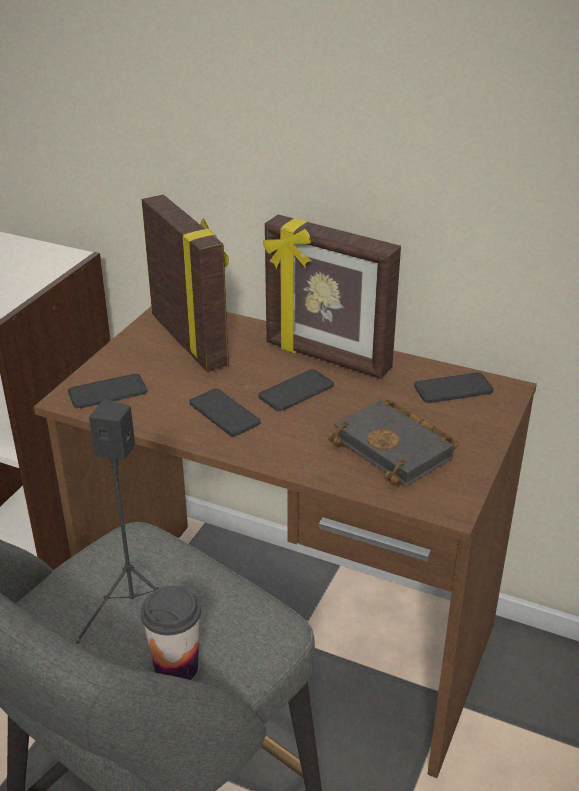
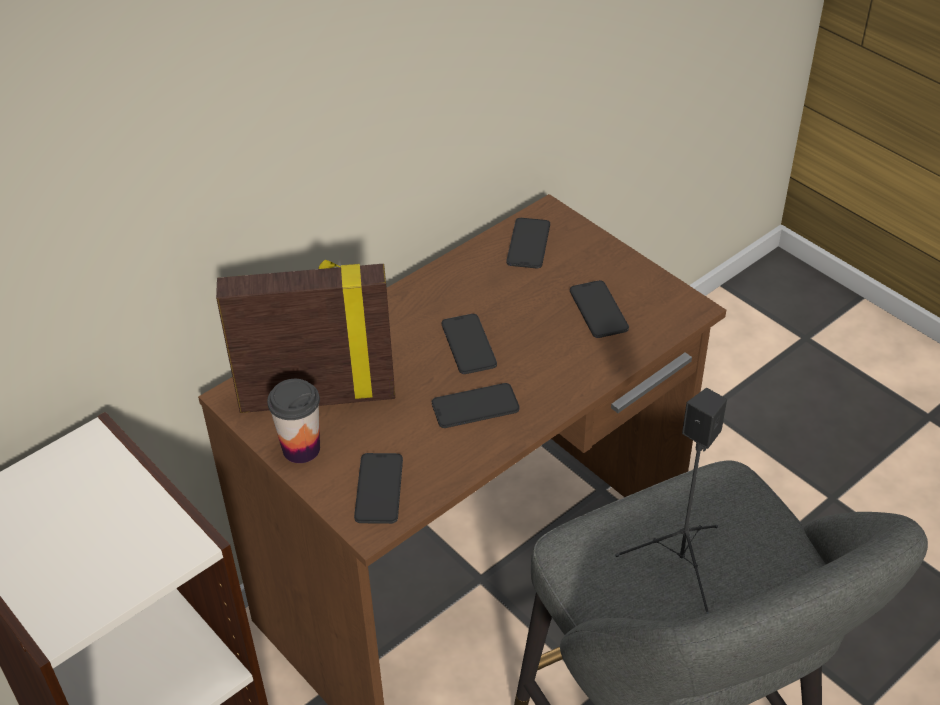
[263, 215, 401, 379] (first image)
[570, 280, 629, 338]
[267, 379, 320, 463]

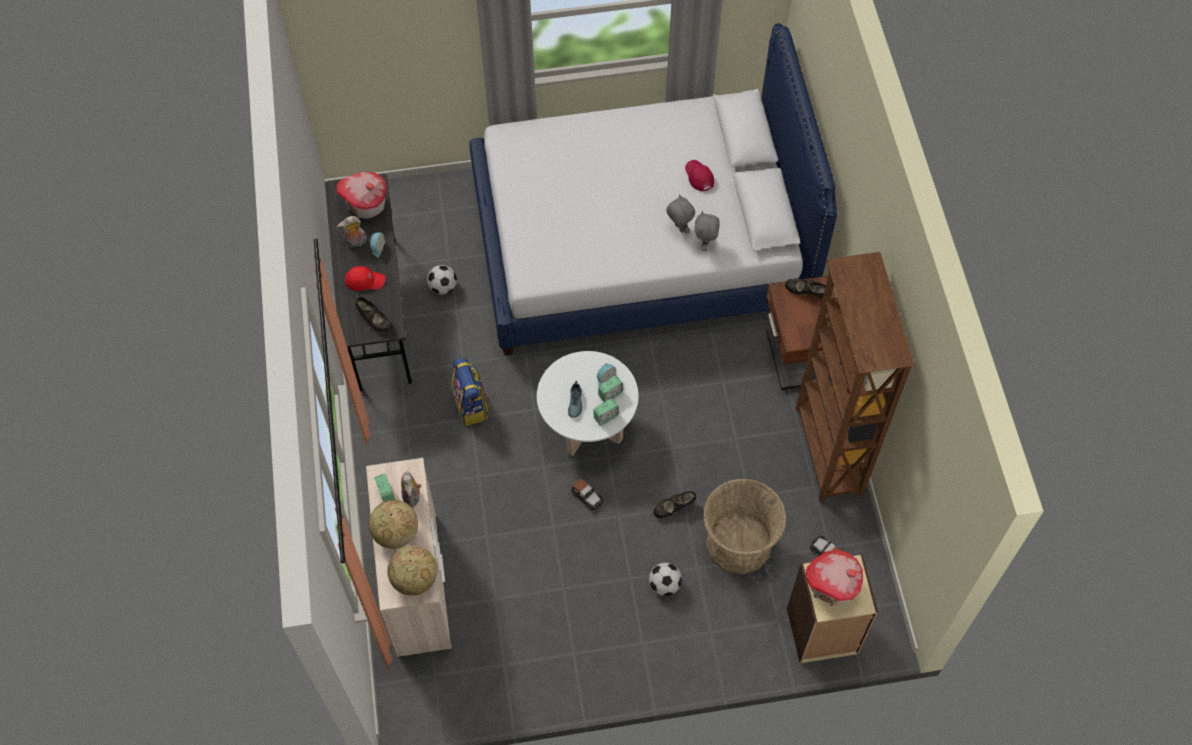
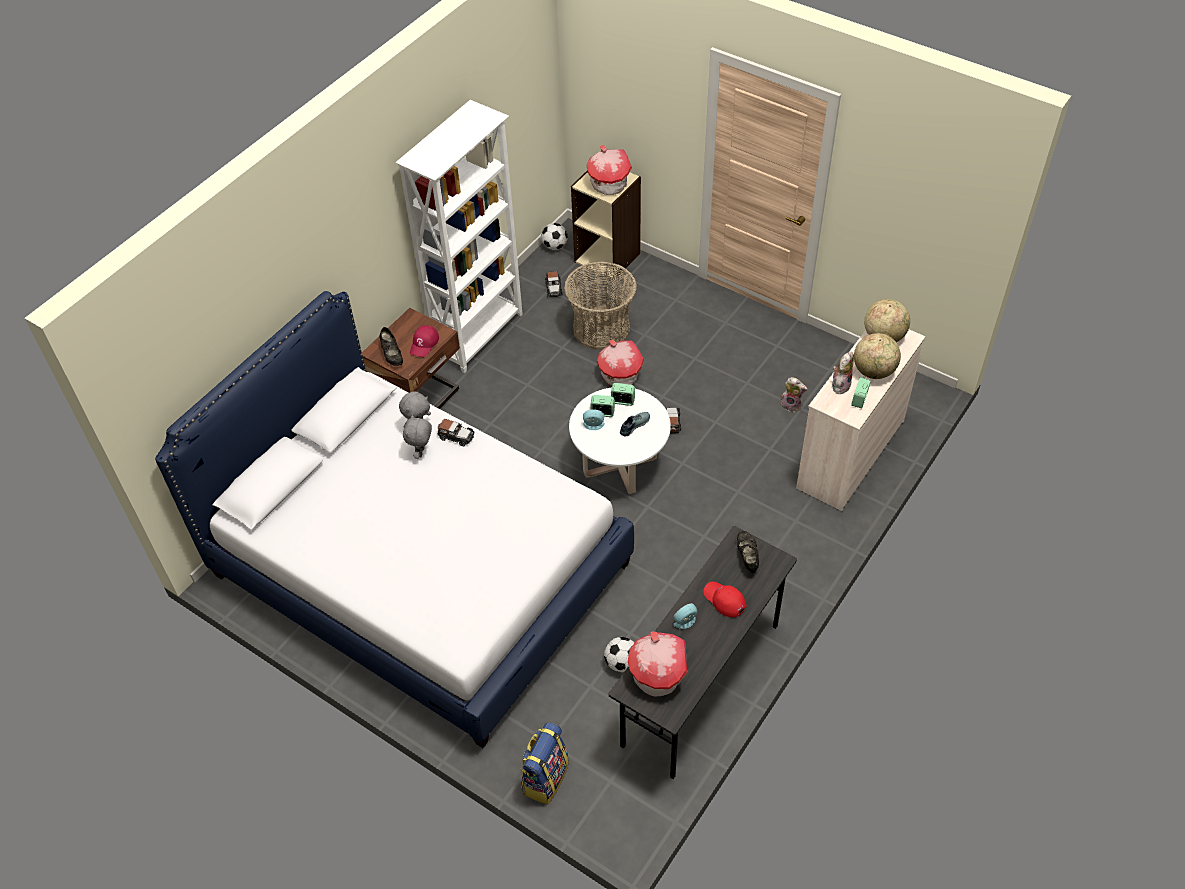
[410, 325, 439, 357]
[781, 377, 807, 412]
[395, 100, 523, 373]
[521, 722, 569, 805]
[597, 340, 644, 386]
[541, 223, 568, 250]
[438, 419, 474, 446]

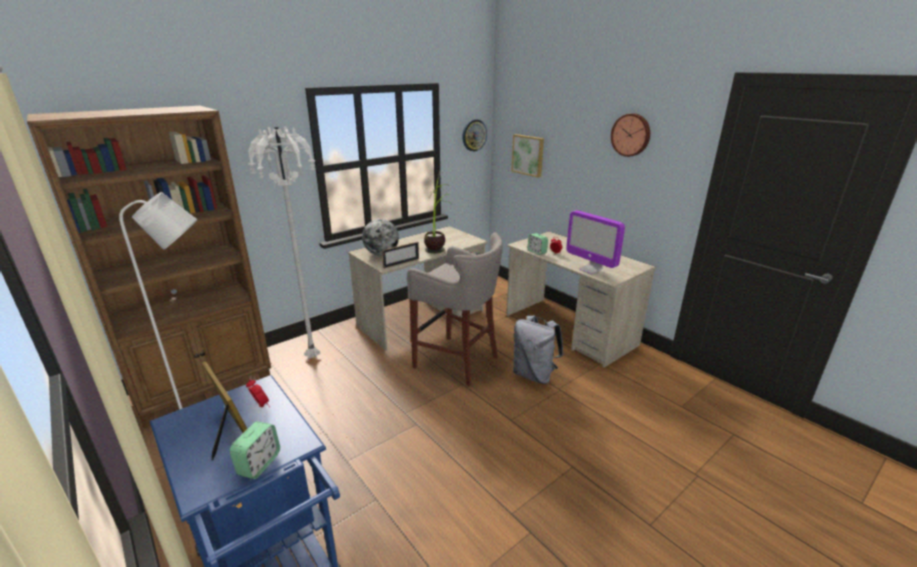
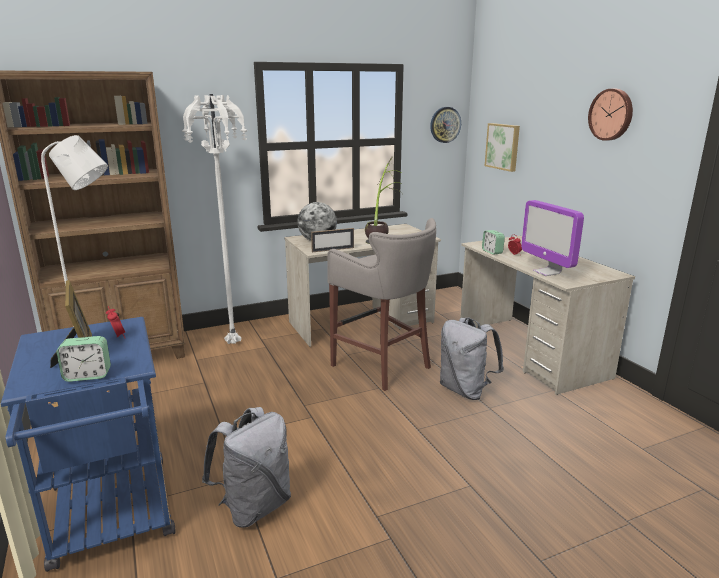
[57, 336, 111, 382]
[202, 407, 291, 528]

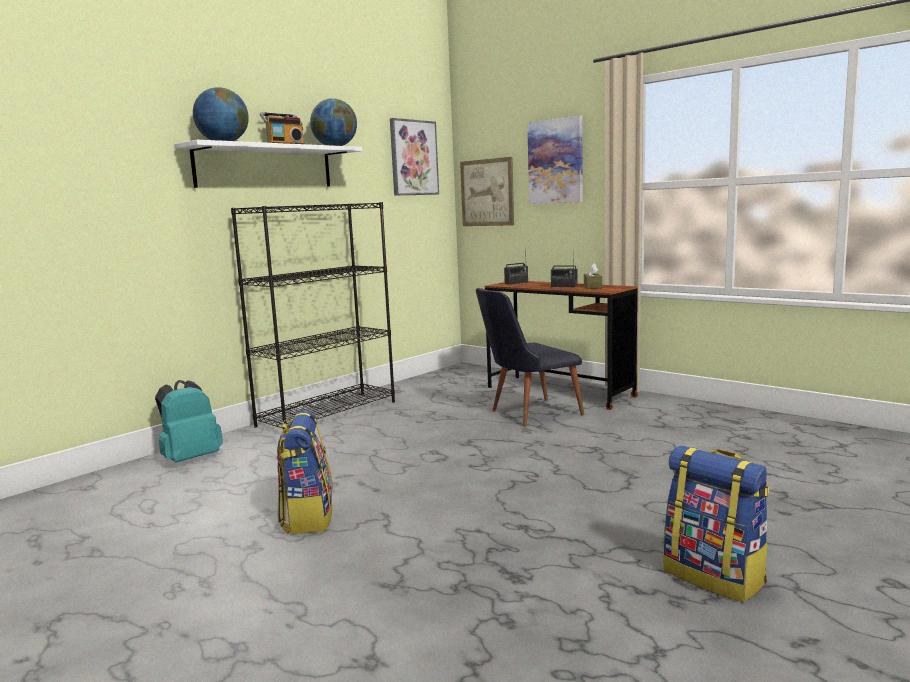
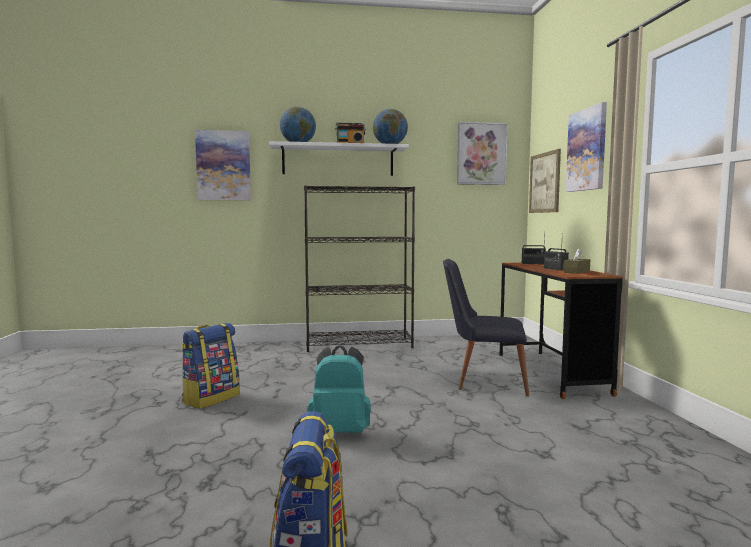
[307, 345, 371, 433]
[195, 130, 251, 200]

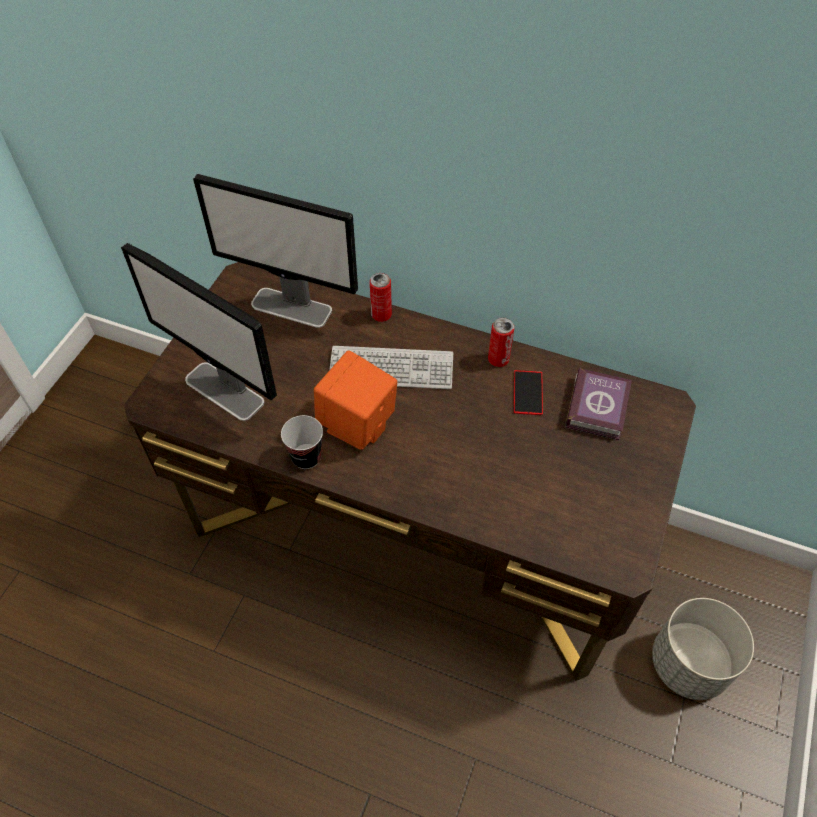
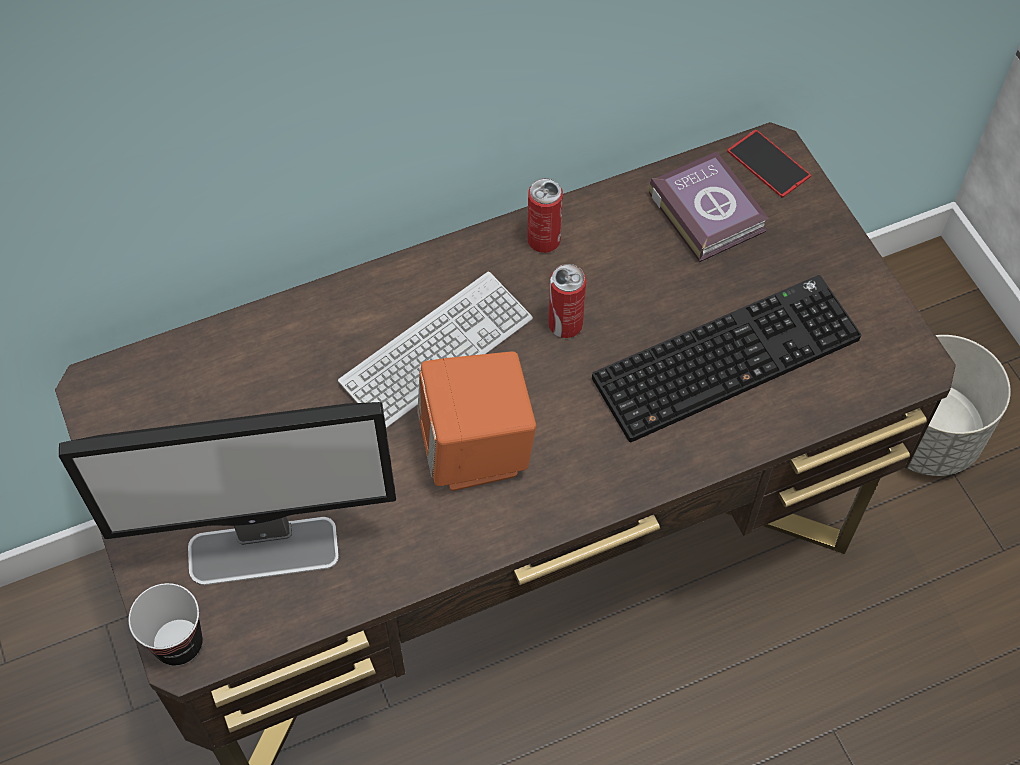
[193, 174, 358, 328] (first image)
[548, 264, 586, 338]
[727, 130, 811, 198]
[129, 583, 203, 665]
[592, 275, 862, 442]

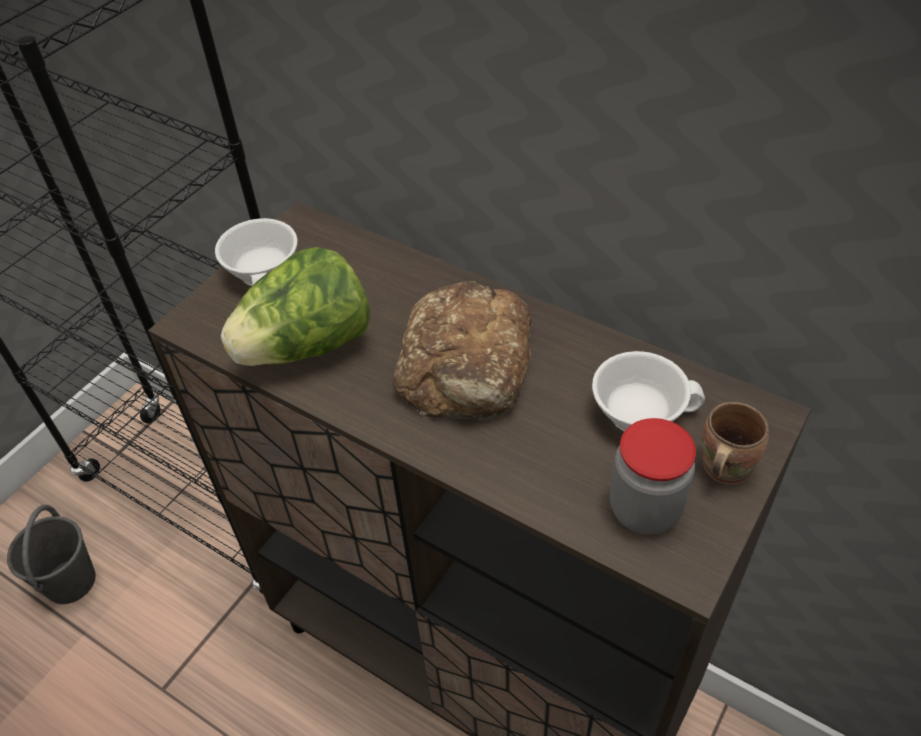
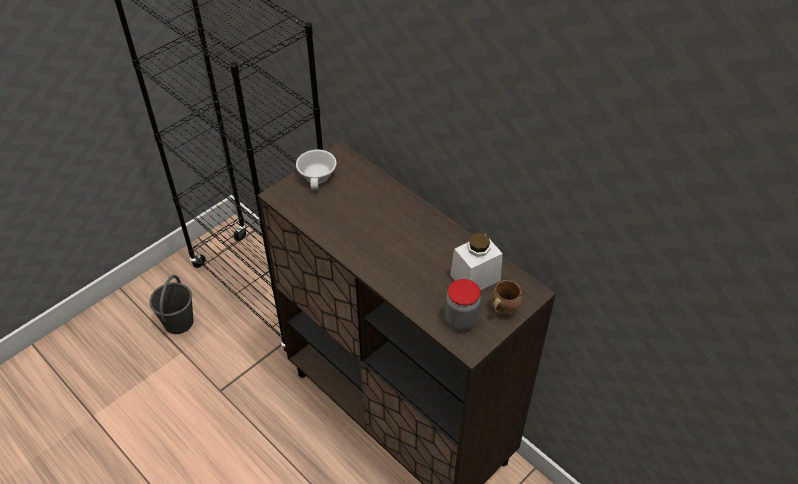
[221, 247, 370, 366] (first image)
[392, 281, 532, 420] (first image)
[450, 233, 503, 290]

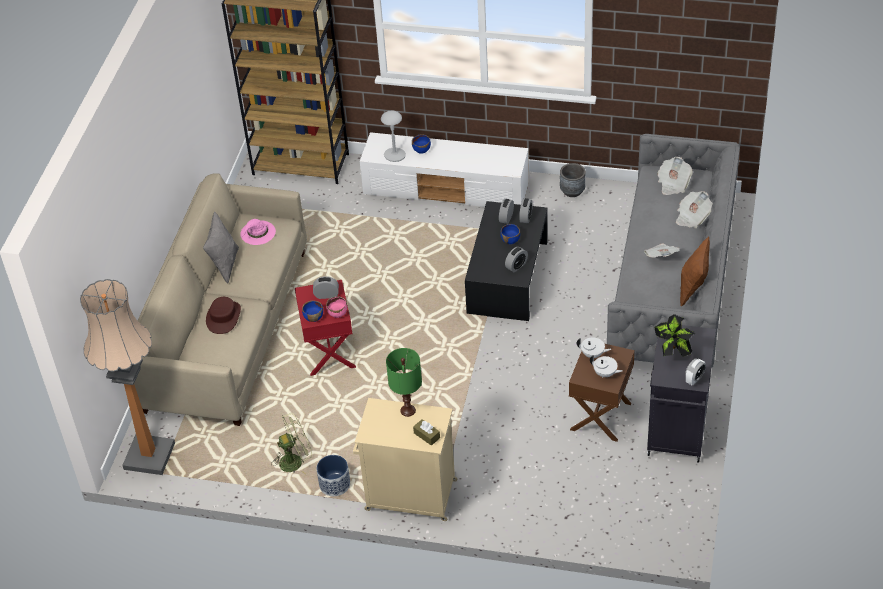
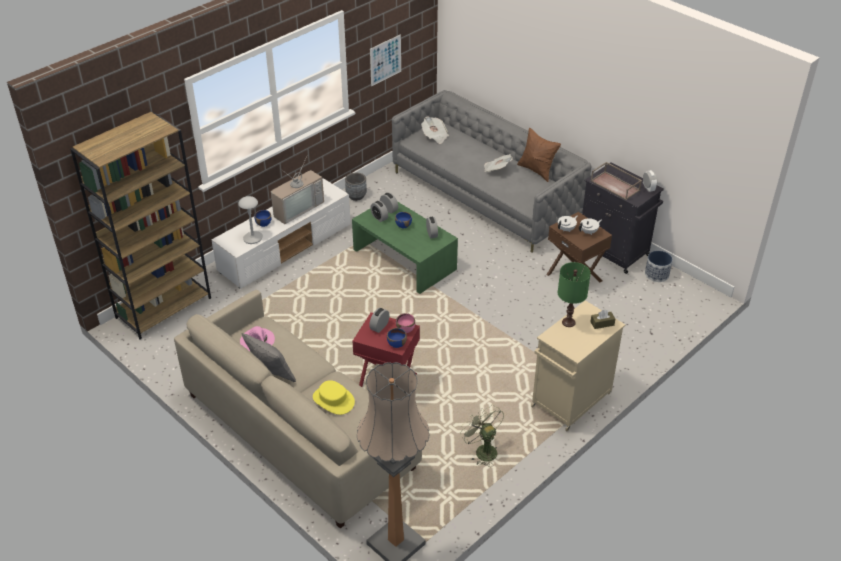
[676, 191, 713, 228] (first image)
[352, 201, 458, 294]
[313, 380, 355, 415]
[591, 162, 642, 200]
[460, 405, 504, 467]
[645, 251, 673, 282]
[370, 34, 401, 86]
[271, 159, 324, 224]

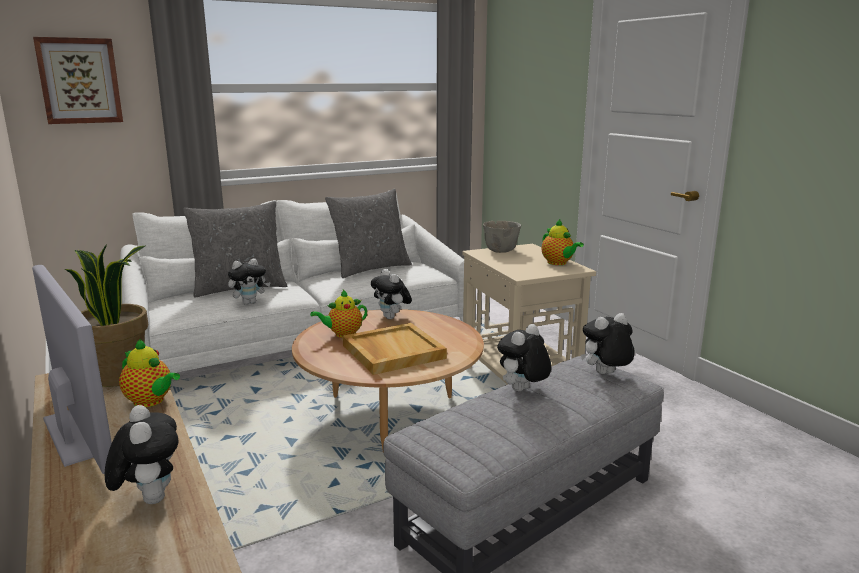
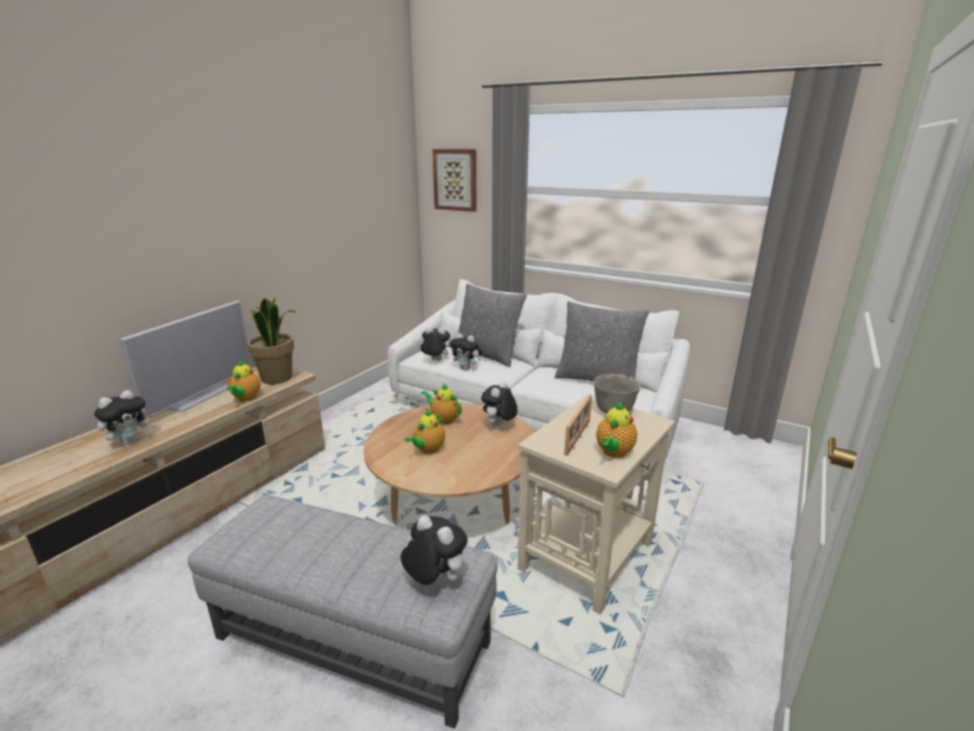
[405, 409, 445, 454]
[419, 327, 450, 361]
[564, 395, 592, 456]

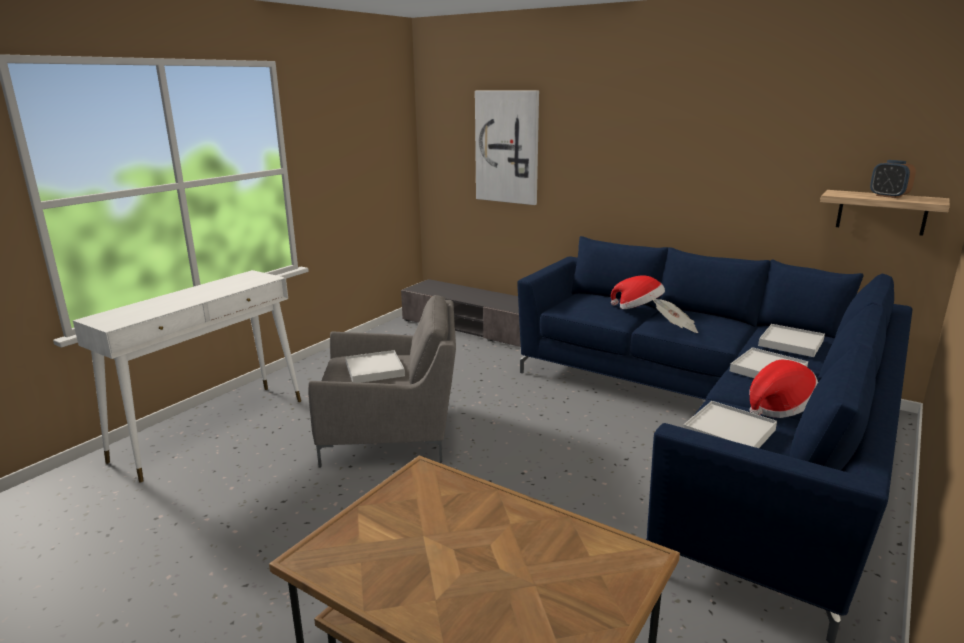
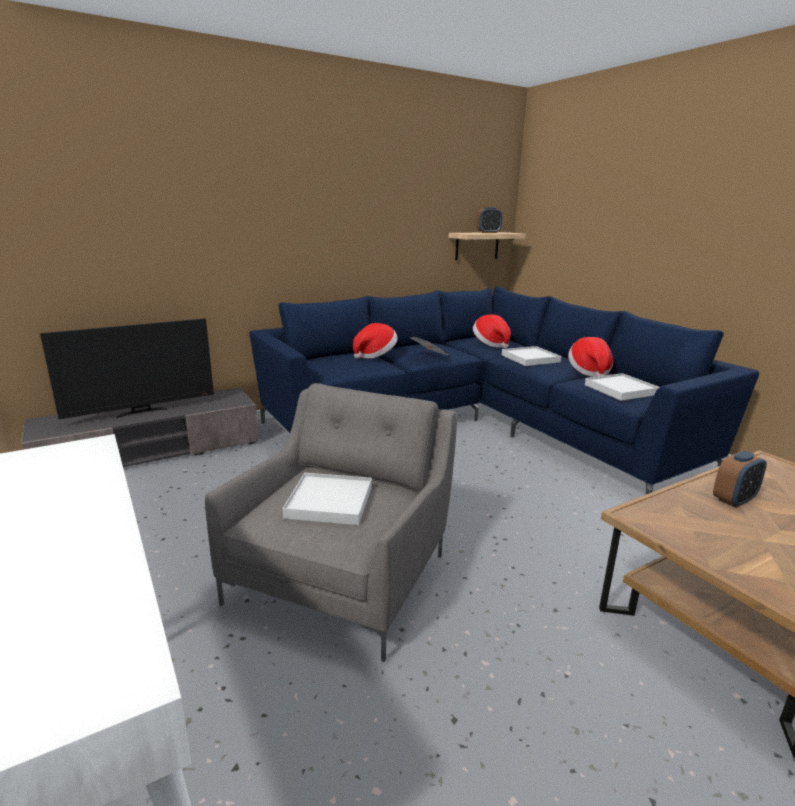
[475, 91, 539, 205] (first image)
[473, 315, 511, 348]
[40, 318, 214, 419]
[713, 451, 767, 508]

